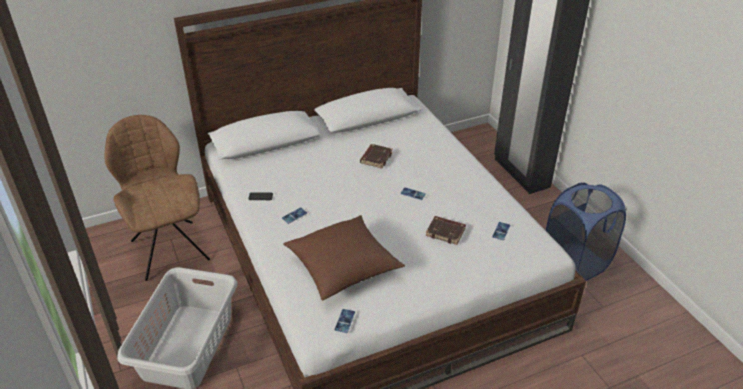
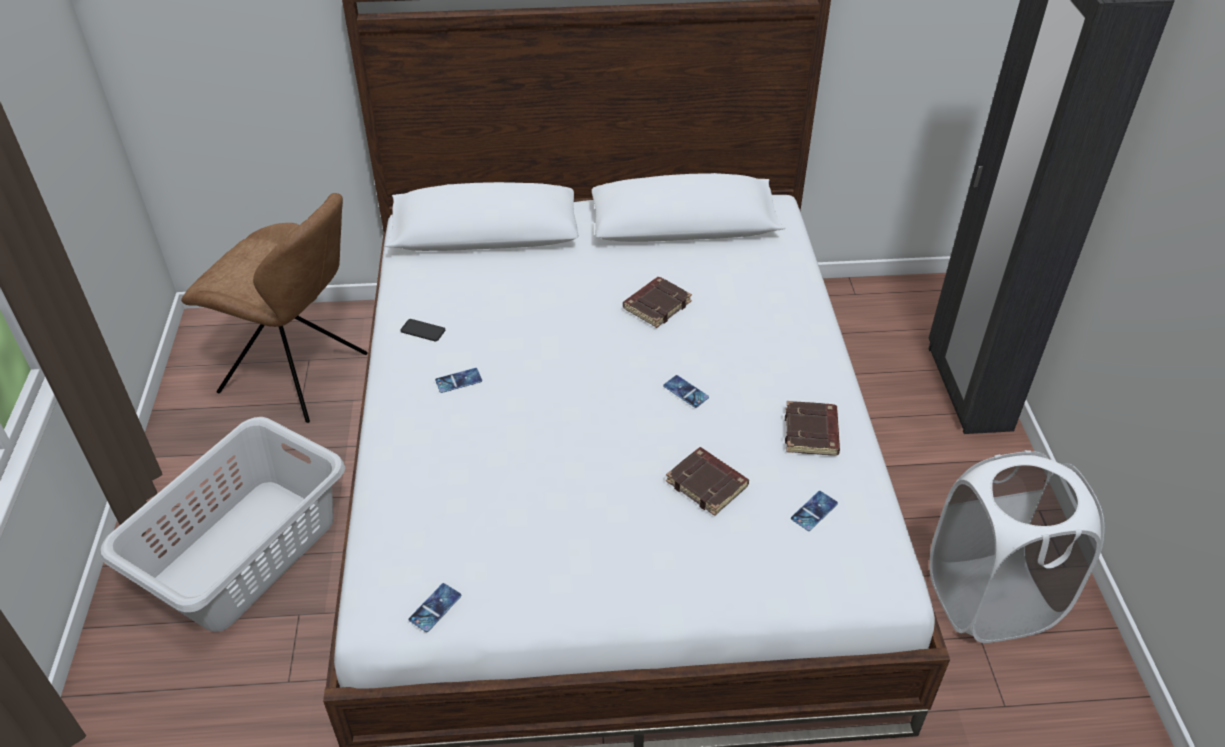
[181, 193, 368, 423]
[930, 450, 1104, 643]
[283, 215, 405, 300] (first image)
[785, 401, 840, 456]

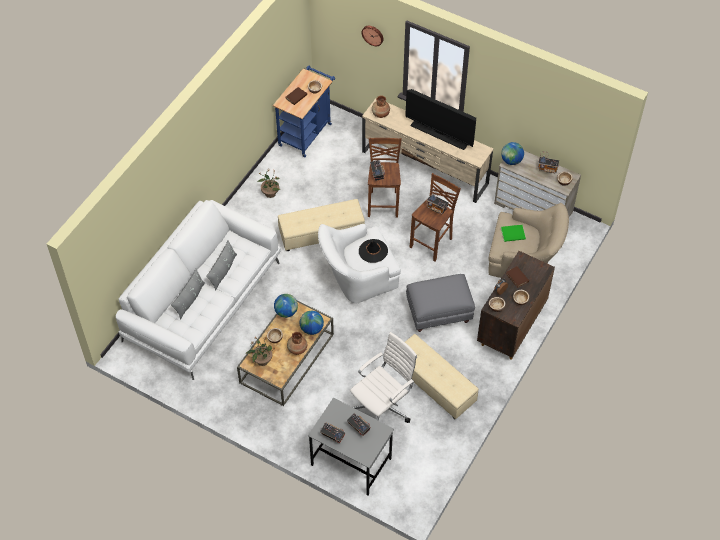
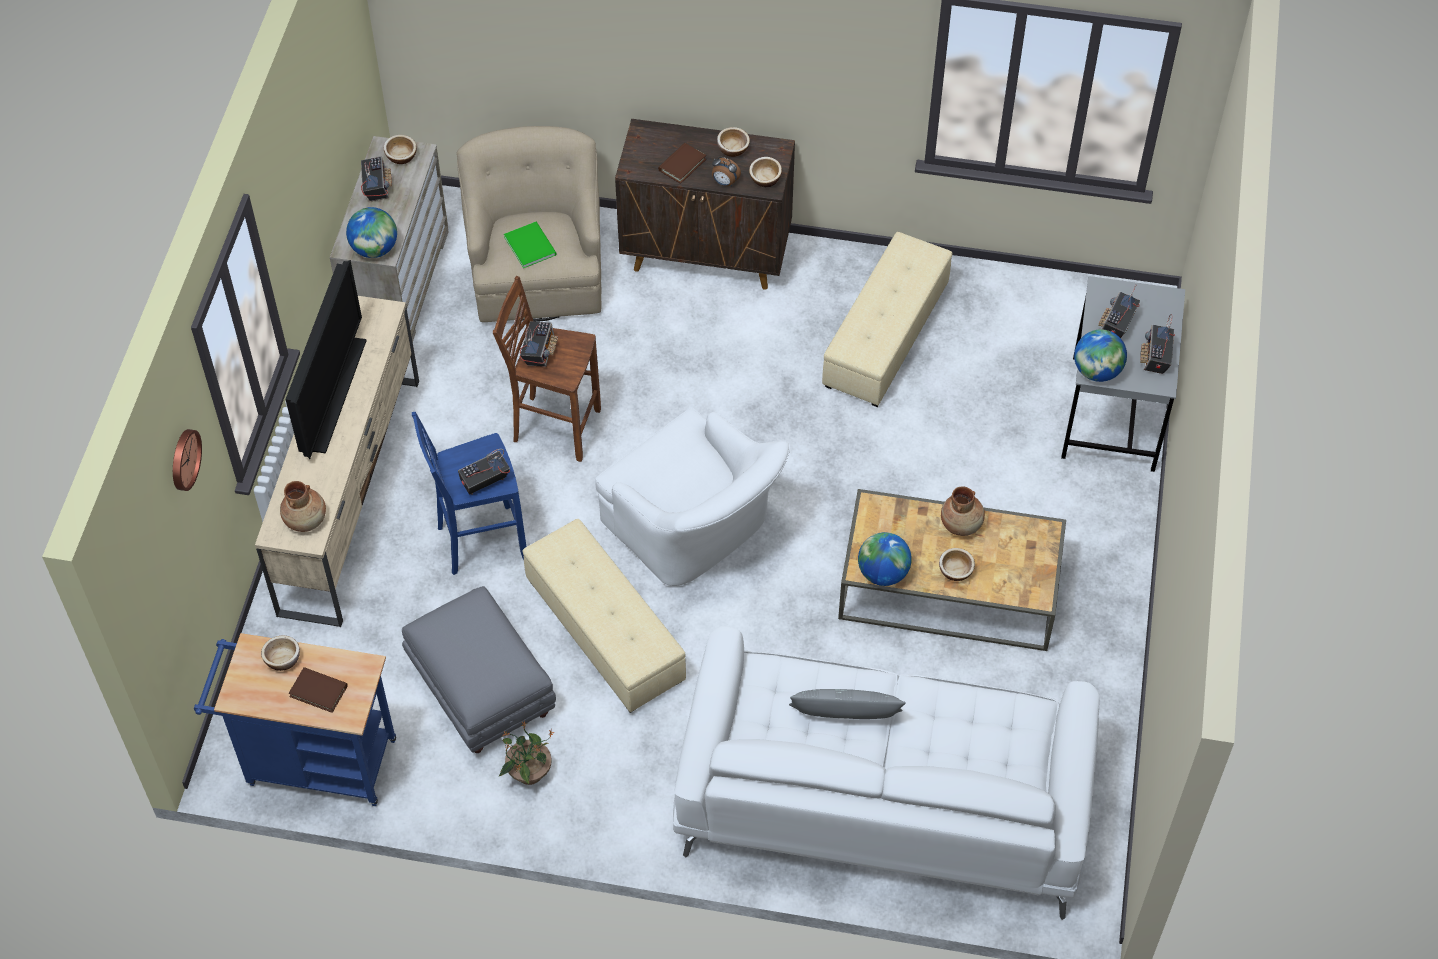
[412, 412, 527, 575]
[359, 239, 388, 263] (first image)
[171, 269, 205, 319] (first image)
[402, 586, 556, 753]
[1074, 329, 1127, 382]
[350, 332, 417, 423] (first image)
[246, 338, 276, 366] (first image)

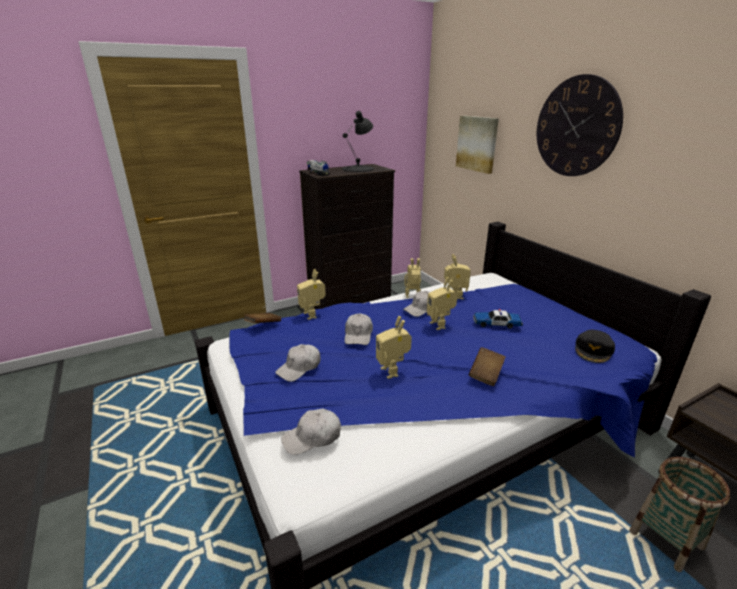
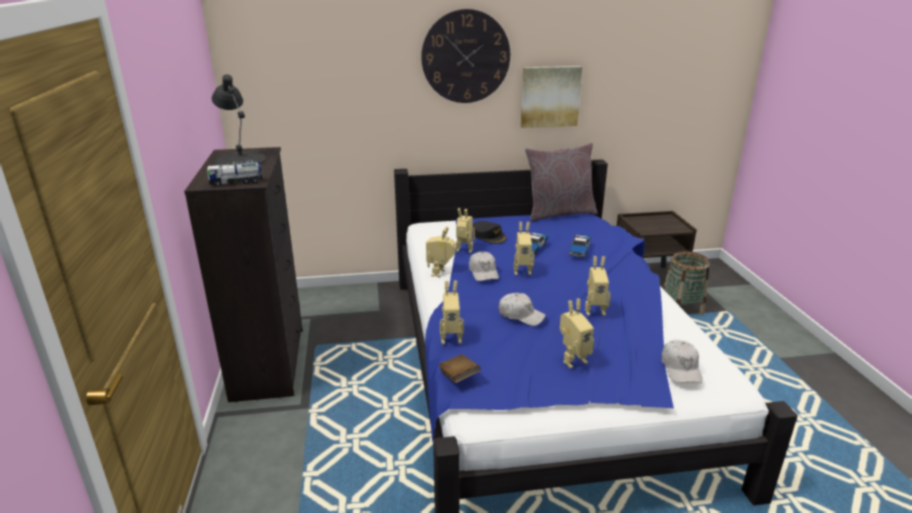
[520, 66, 582, 128]
[473, 221, 507, 244]
[560, 299, 594, 369]
[469, 347, 506, 386] (first image)
[525, 143, 597, 221]
[569, 234, 591, 257]

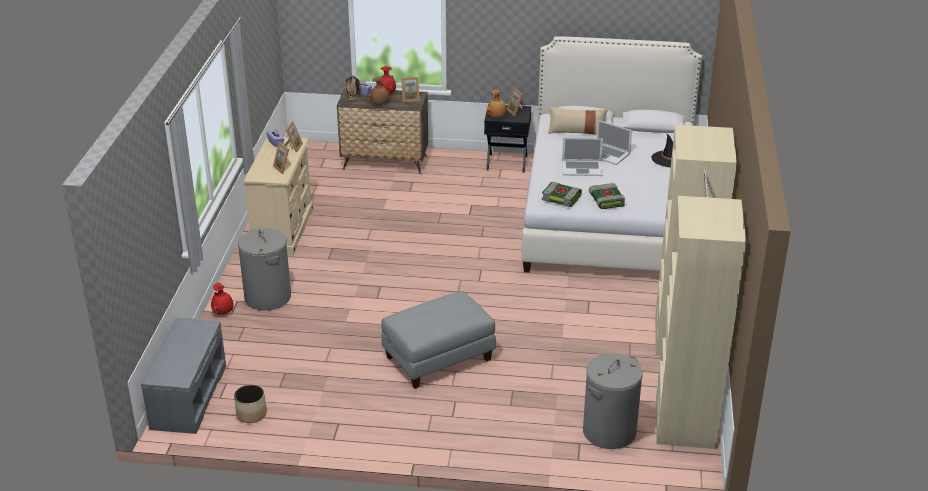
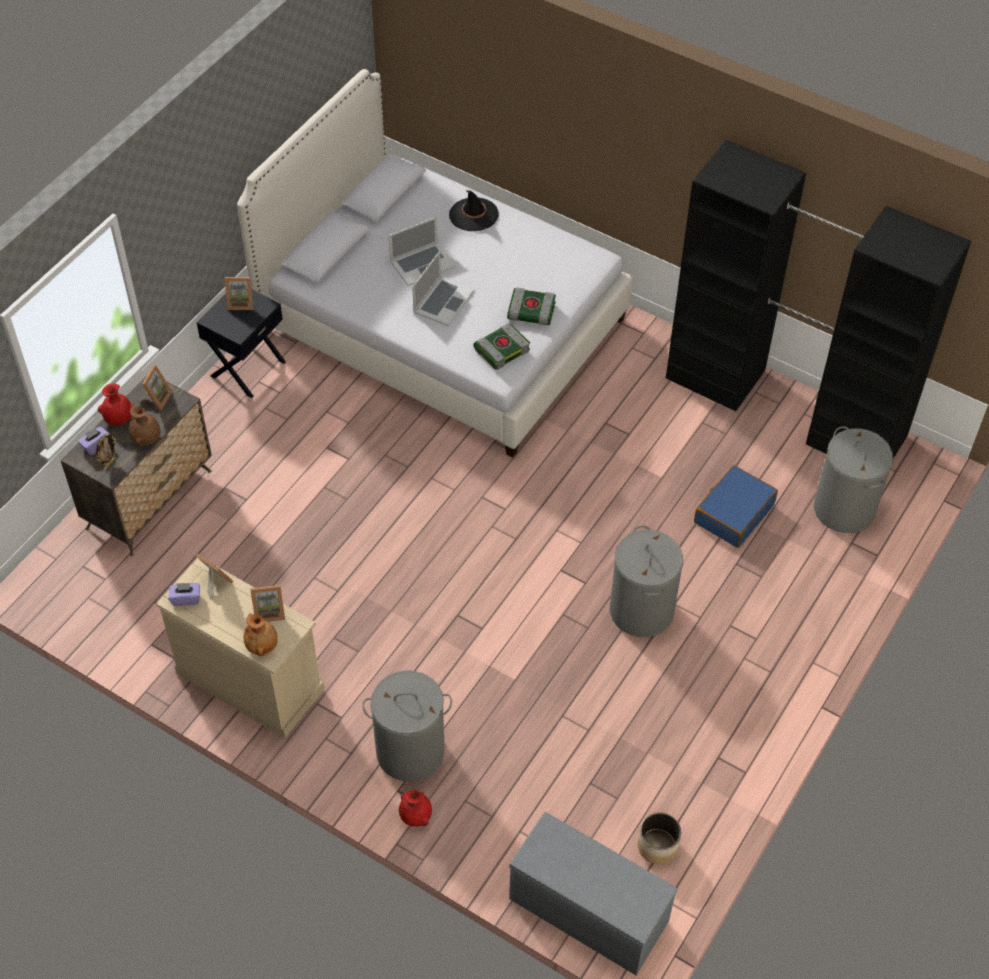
[243, 613, 278, 656]
[548, 107, 608, 135] (first image)
[666, 140, 971, 458]
[610, 525, 683, 637]
[694, 465, 778, 548]

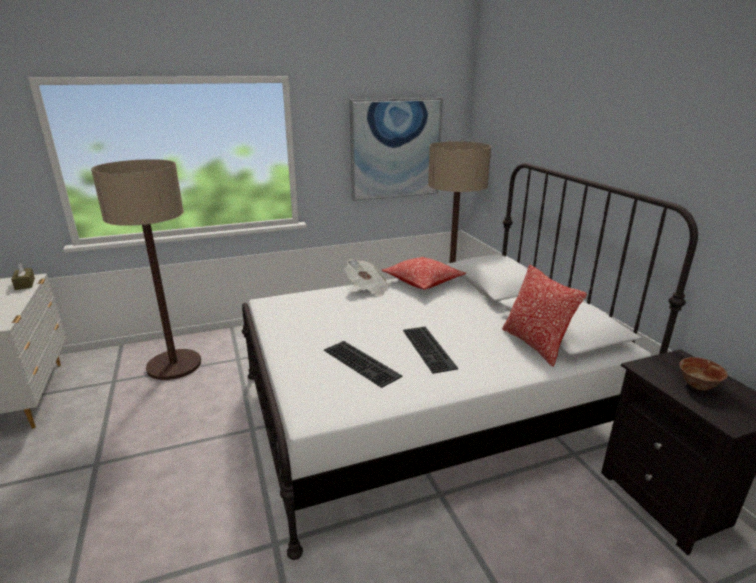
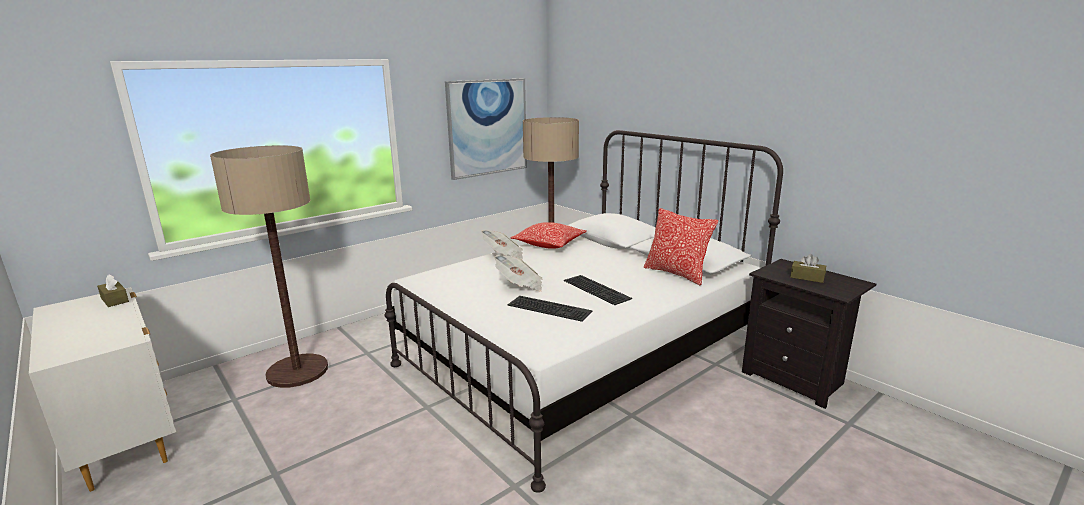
[790, 254, 826, 283]
[495, 255, 542, 291]

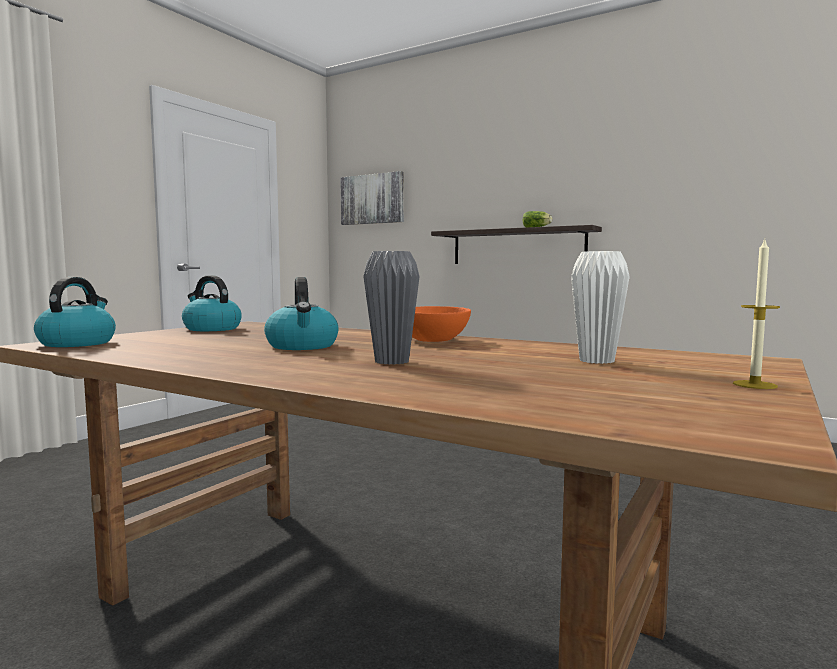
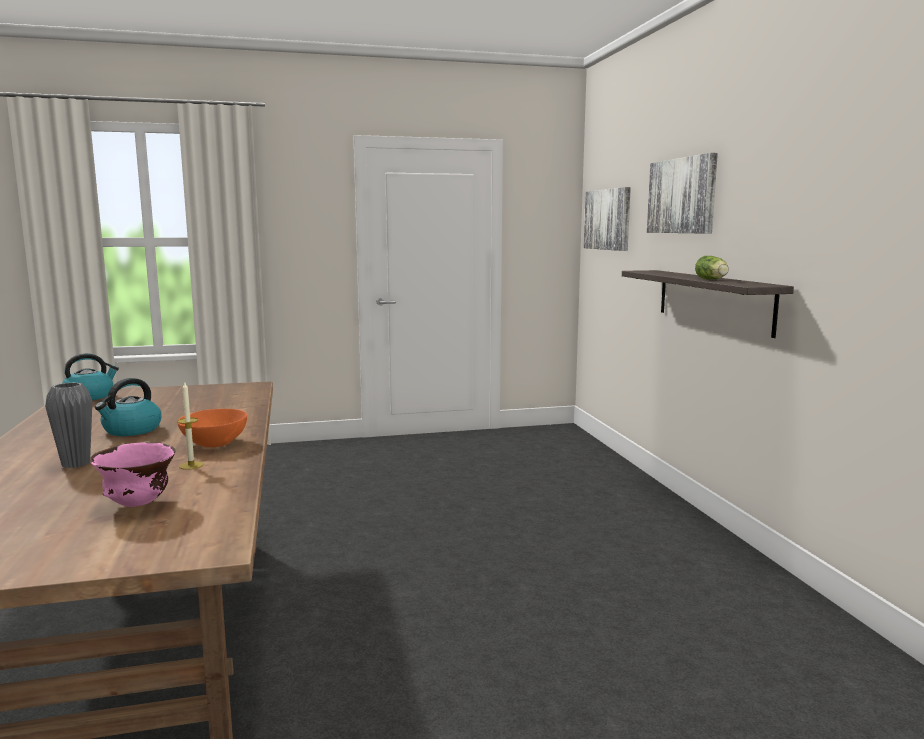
[177, 381, 204, 470]
[90, 442, 175, 507]
[182, 275, 242, 331] (first image)
[647, 153, 718, 234]

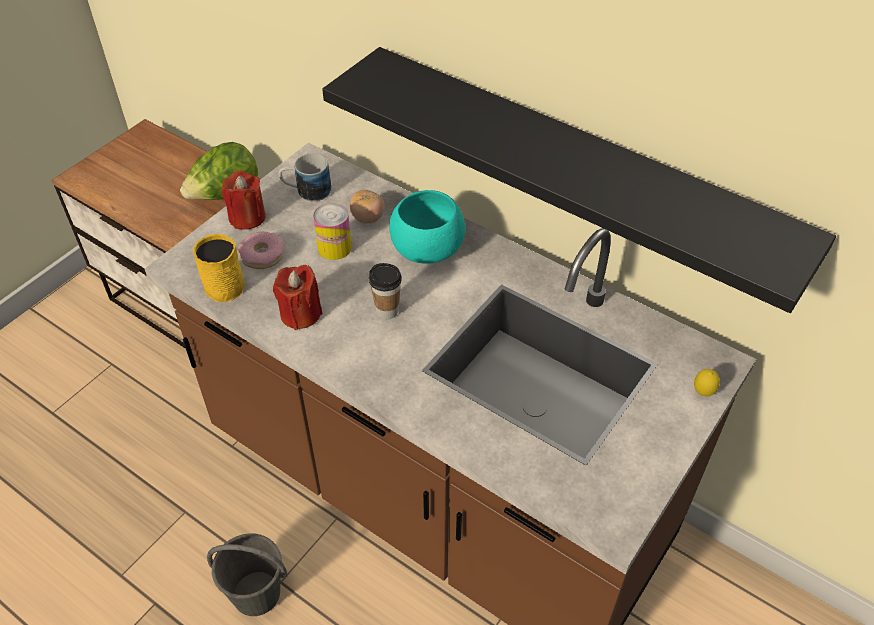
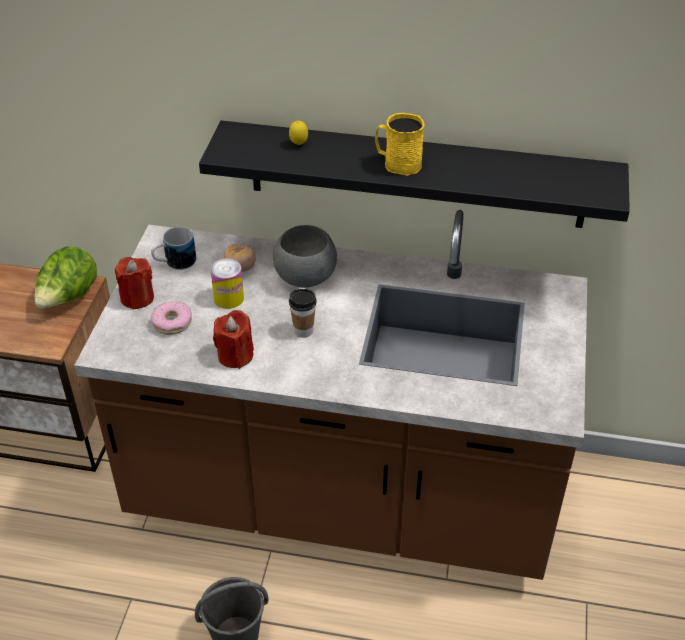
[273, 225, 337, 288]
[375, 113, 425, 176]
[289, 121, 308, 145]

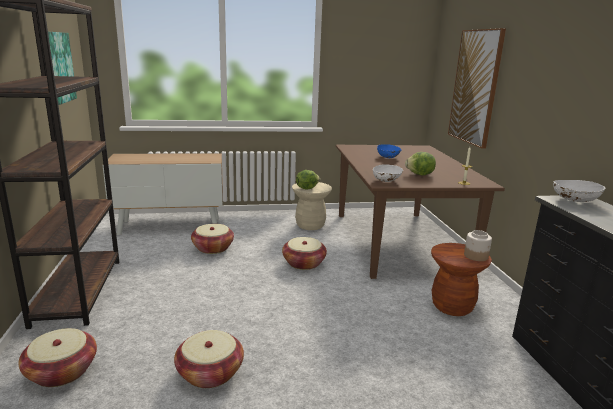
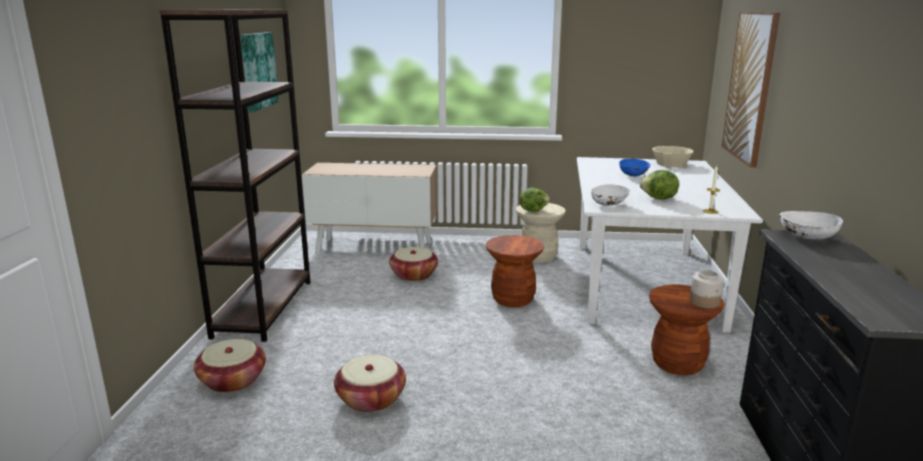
[577, 157, 763, 333]
[486, 235, 544, 307]
[652, 146, 693, 167]

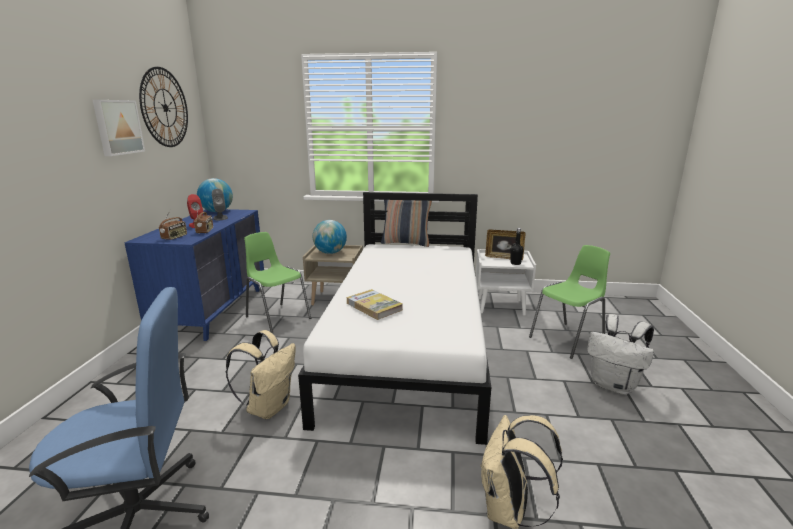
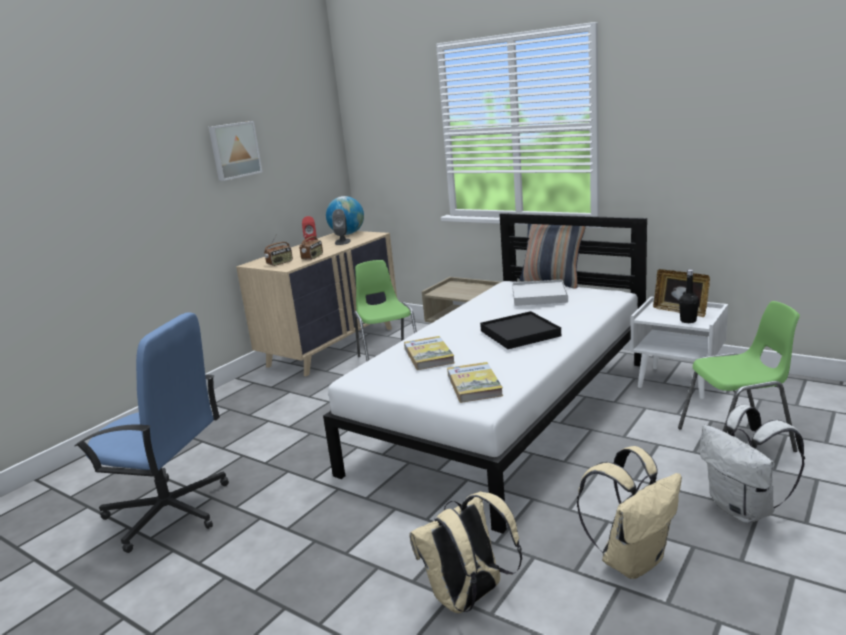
[139, 67, 188, 147] (first image)
[236, 231, 397, 377]
[313, 220, 347, 254] (first image)
[577, 446, 682, 579]
[512, 279, 568, 306]
[480, 311, 561, 349]
[447, 362, 503, 403]

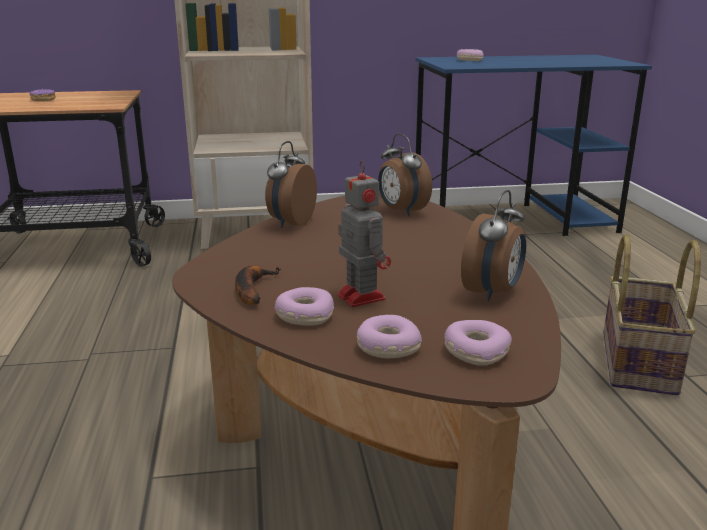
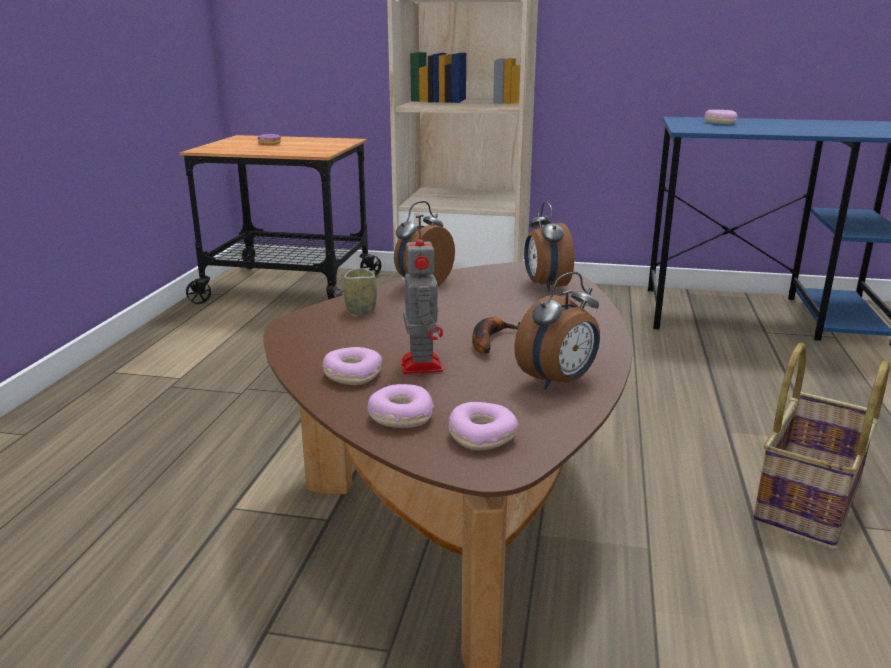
[472, 317, 520, 354]
[343, 268, 377, 315]

